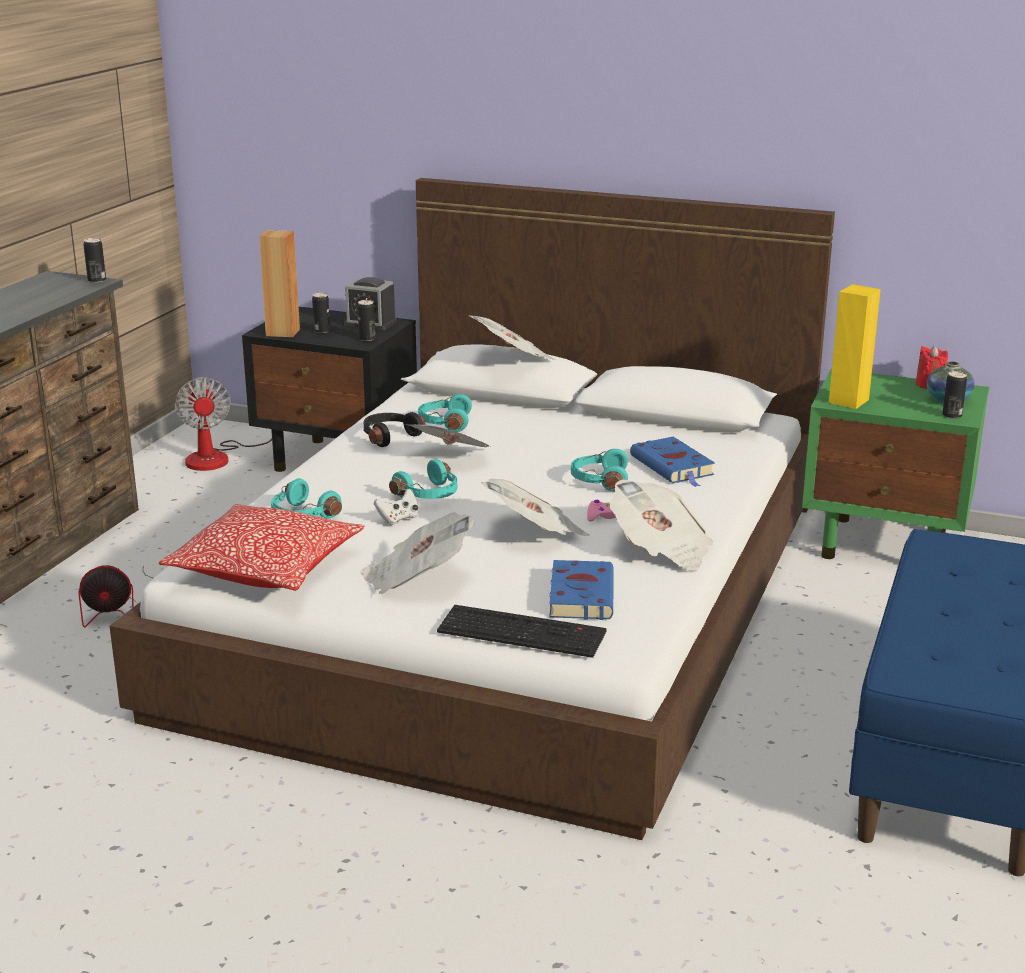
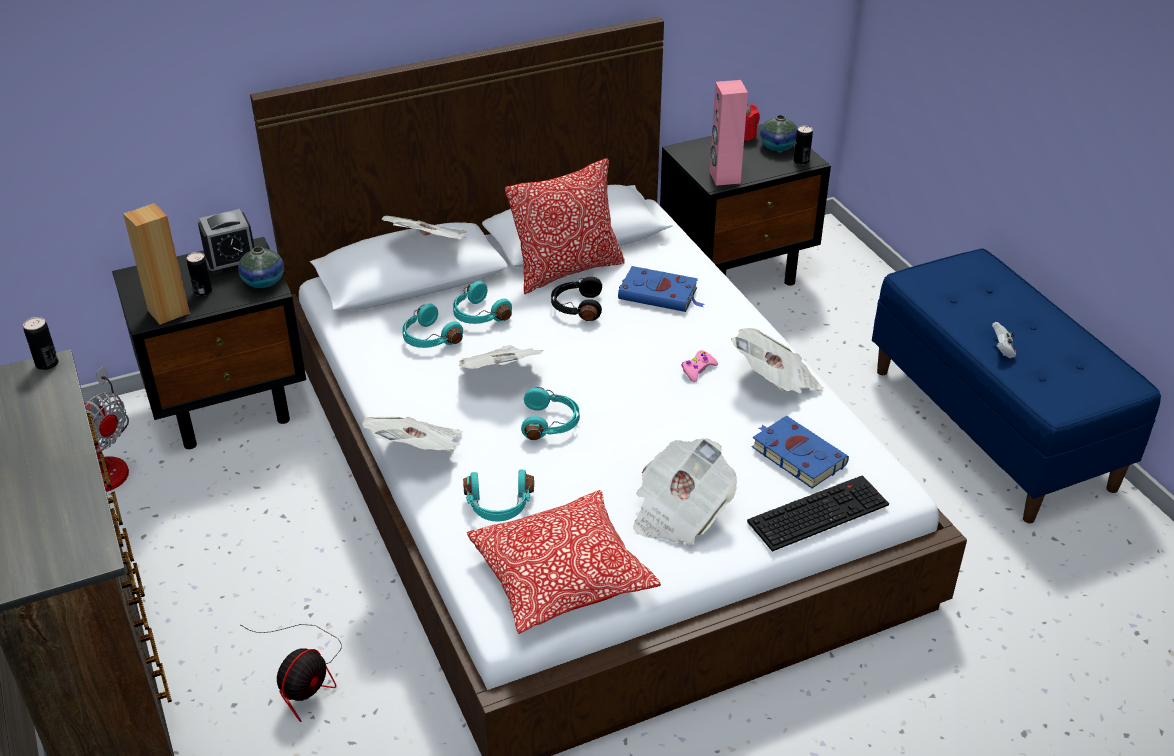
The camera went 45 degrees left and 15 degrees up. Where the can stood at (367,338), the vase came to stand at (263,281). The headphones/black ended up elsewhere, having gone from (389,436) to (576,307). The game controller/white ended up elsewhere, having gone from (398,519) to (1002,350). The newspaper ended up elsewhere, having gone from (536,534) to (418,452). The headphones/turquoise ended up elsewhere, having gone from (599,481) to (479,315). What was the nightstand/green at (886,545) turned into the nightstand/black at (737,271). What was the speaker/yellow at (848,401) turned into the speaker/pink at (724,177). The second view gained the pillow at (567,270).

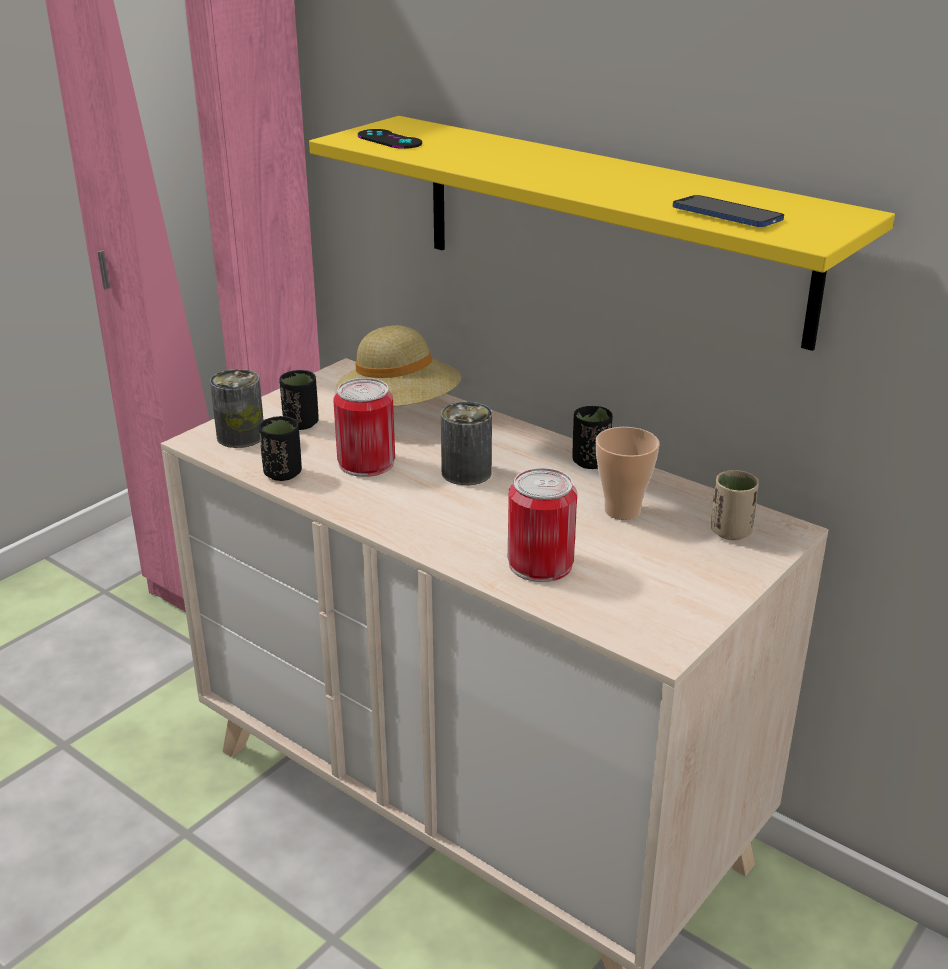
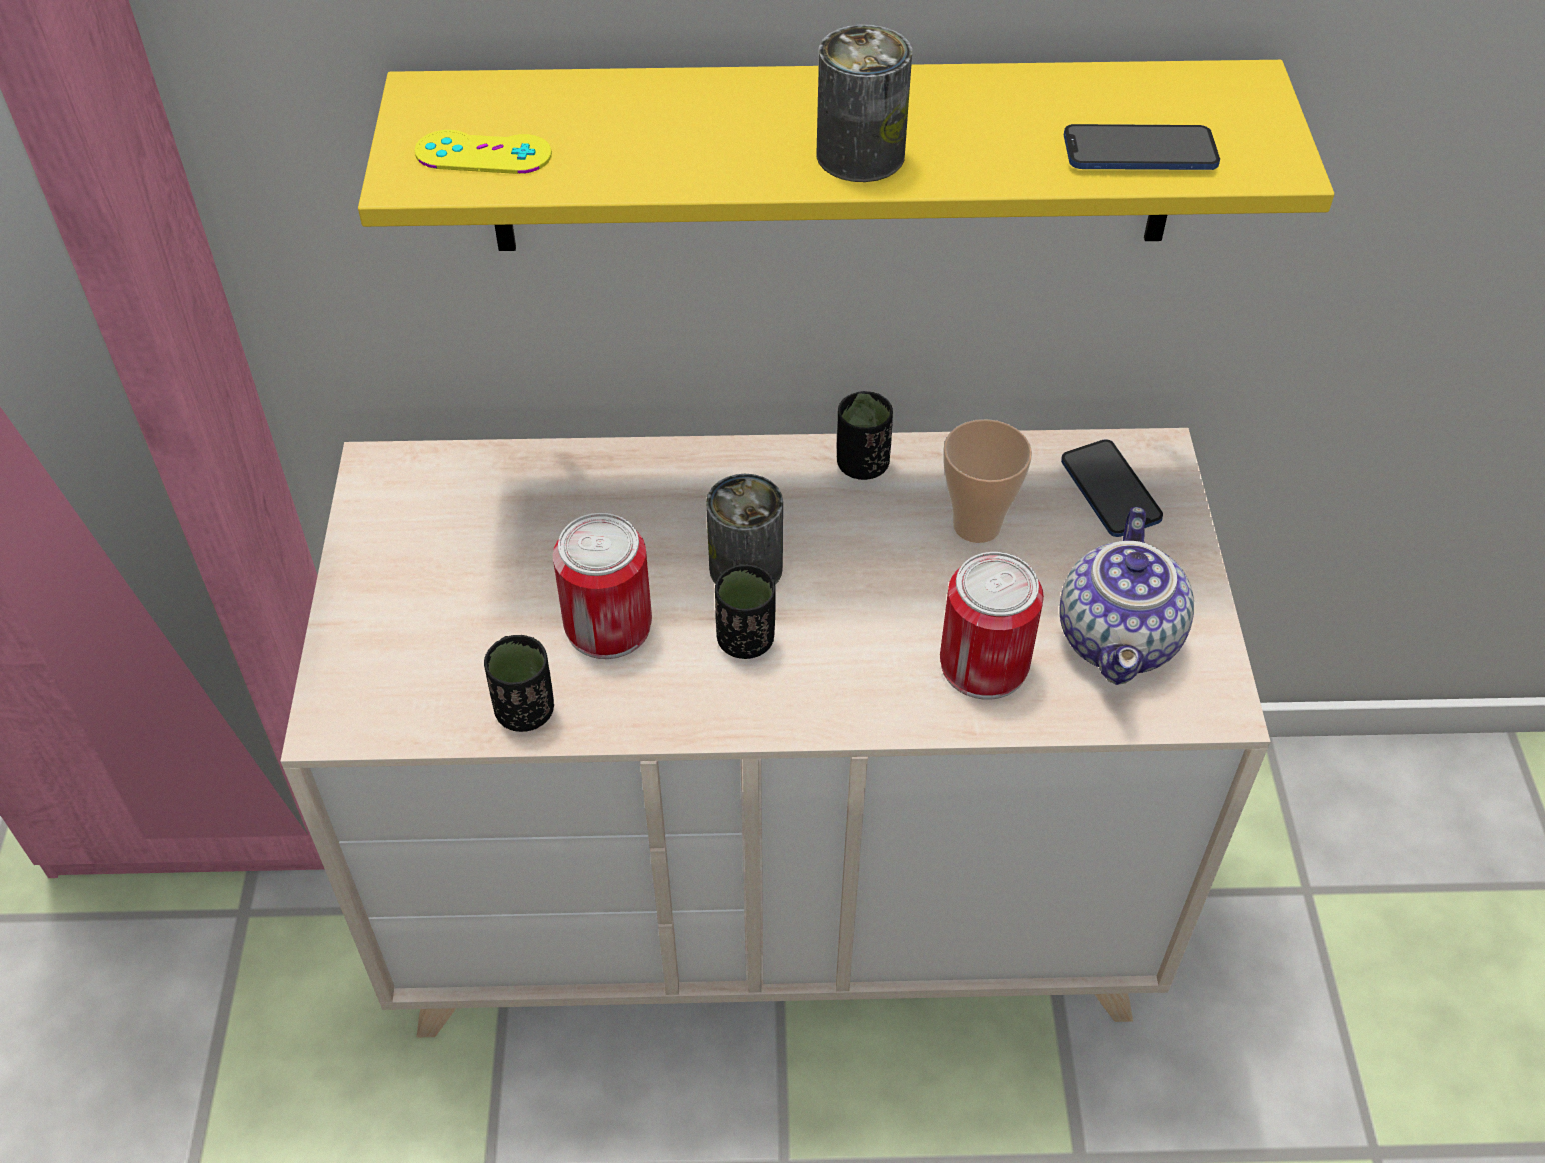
The camera went 40 degrees left and 20 degrees up. The can ended up elsewhere, having gone from (241,436) to (860,155). The cup/black ended up elsewhere, having gone from (301,424) to (745,640). The second view lost the hat/beige at (400,409). What was the game controller/black at (389,140) turned into the game controller/yellow at (483,153). Where the cup/beige stood at (730,532), the phone came to stand at (1110,490). The second view gained the teapot at (1121,641).

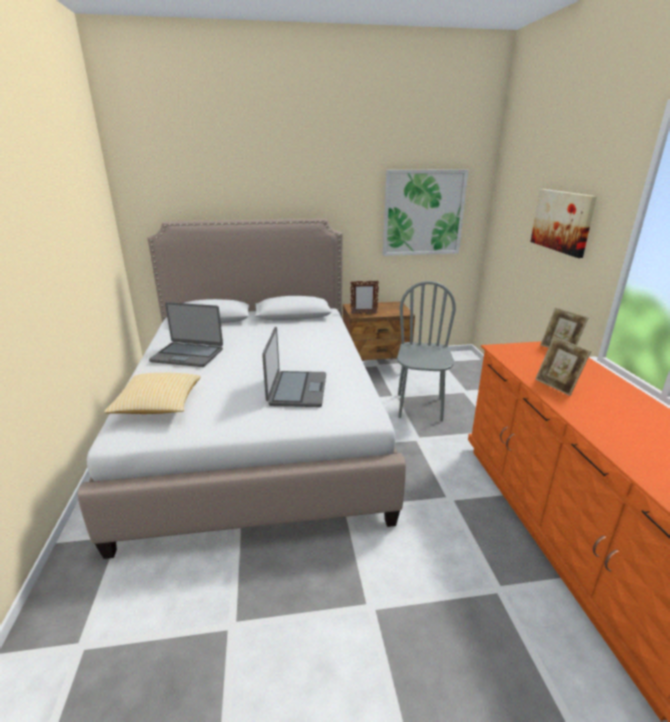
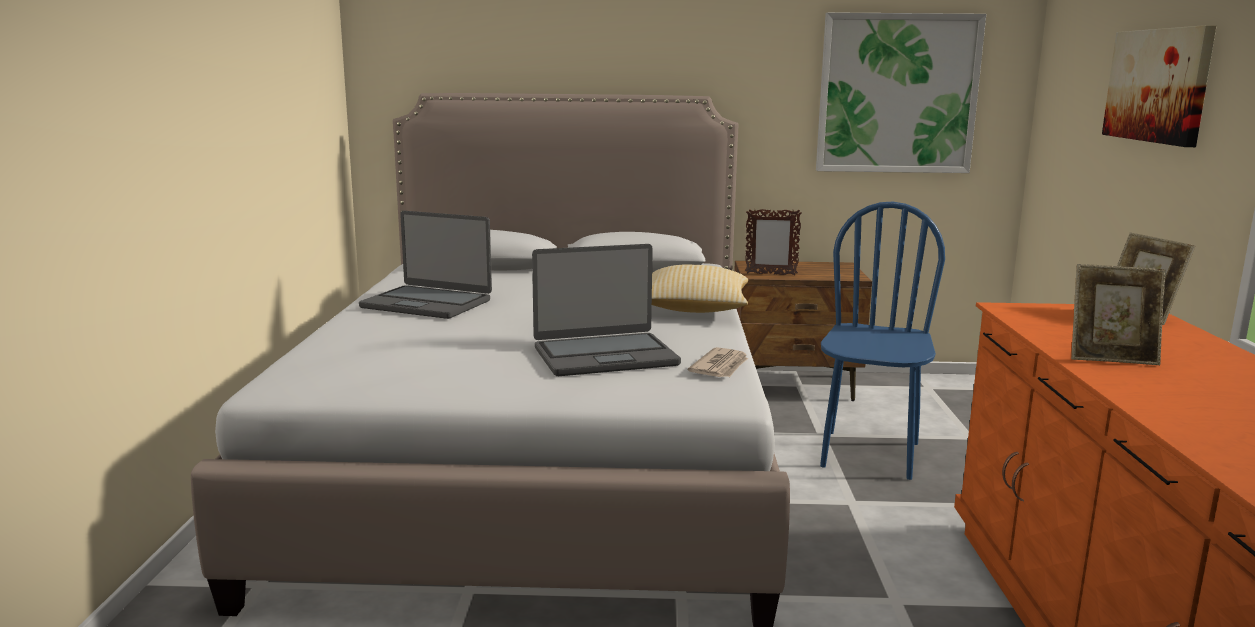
The camera went 10 degrees right and 10 degrees down. The pillow ended up elsewhere, having gone from (158,406) to (694,310). The laptop at (297,390) ended up facing another way, 60 degrees clockwise from before. What was the chair/grey at (420,407) turned into the chair/blue at (869,454). The picture frame at (557,386) ended up facing another way, 60 degrees counterclockwise from before. The second view gained the newspaper at (721,367).

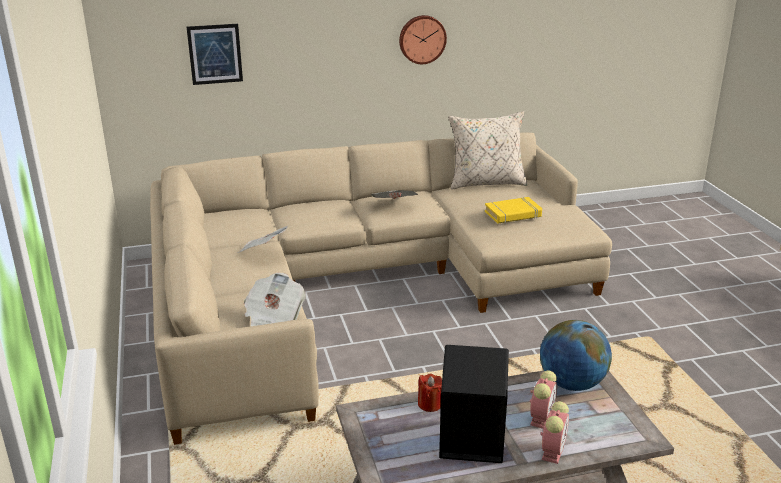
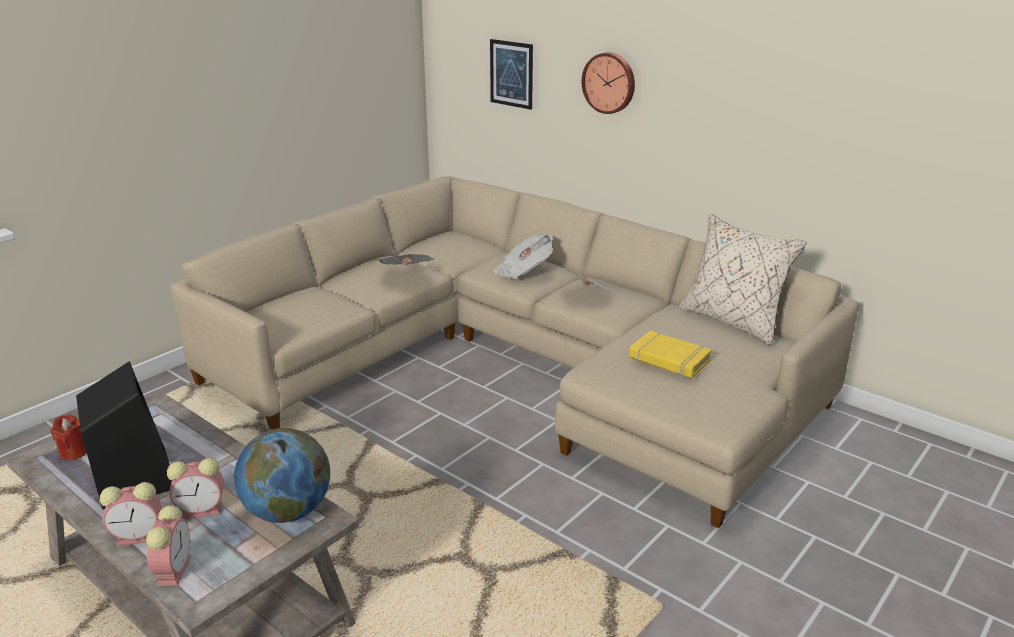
The camera went 55 degrees right and 0 degrees up. The newspaper ended up elsewhere, having gone from (273,320) to (523,271). The wall clock ended up elsewhere, having gone from (422,39) to (609,82). The candle/red ended up elsewhere, having gone from (430,404) to (74,452). The second view gained the alarm clock at (174,569).

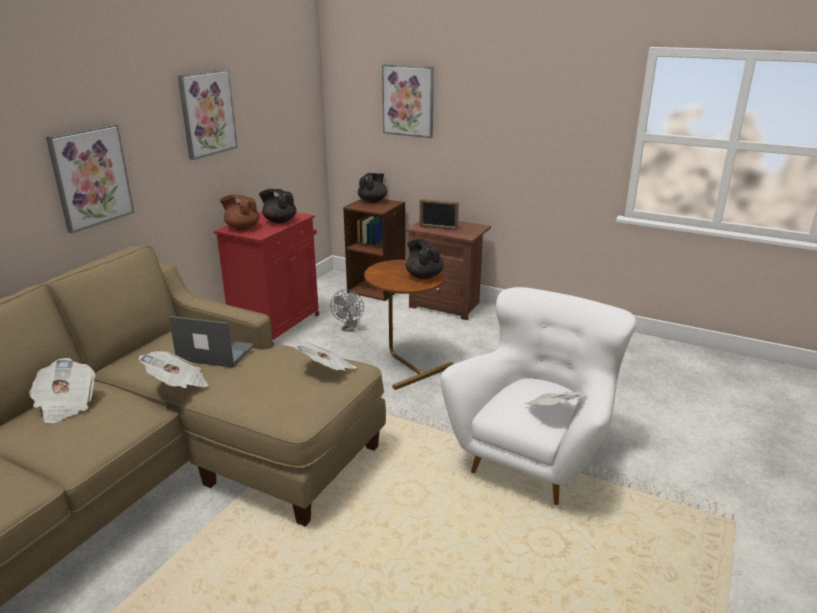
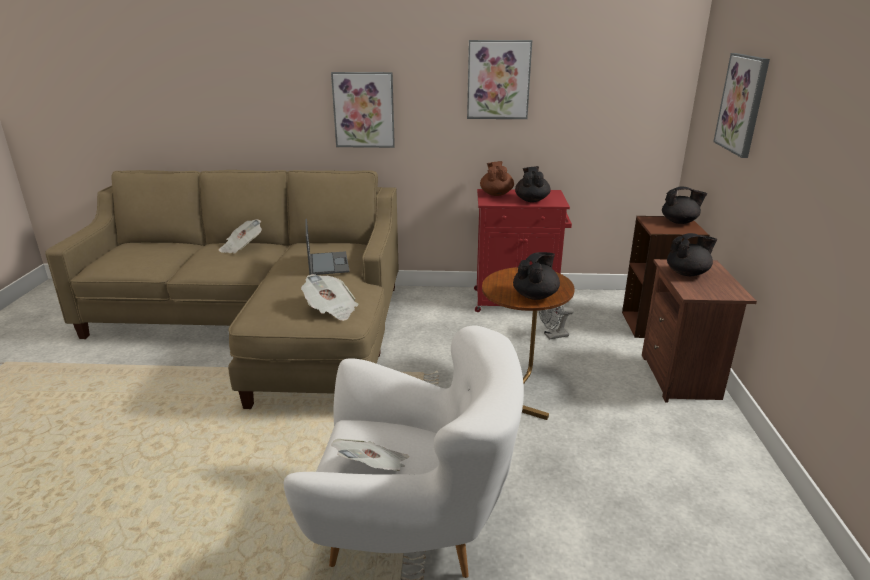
The camera went 65 degrees right and 0 degrees up. The second view lost the newspaper at (178,384). Where the picture frame stood at (438,228), the teapot/black came to stand at (687,273).

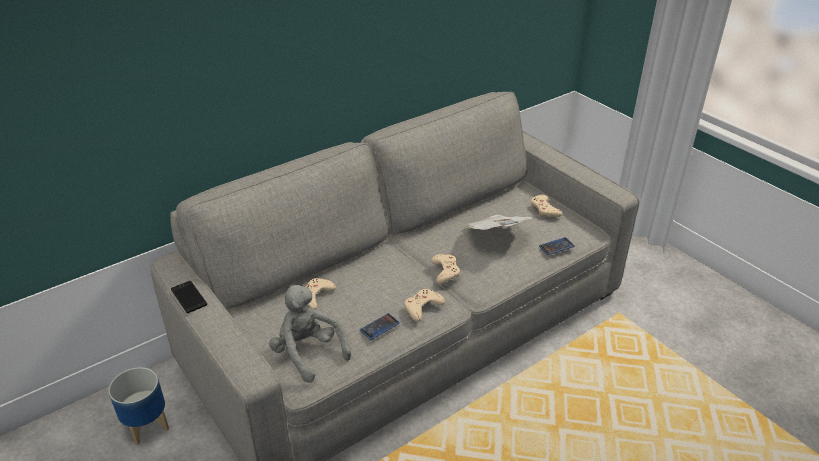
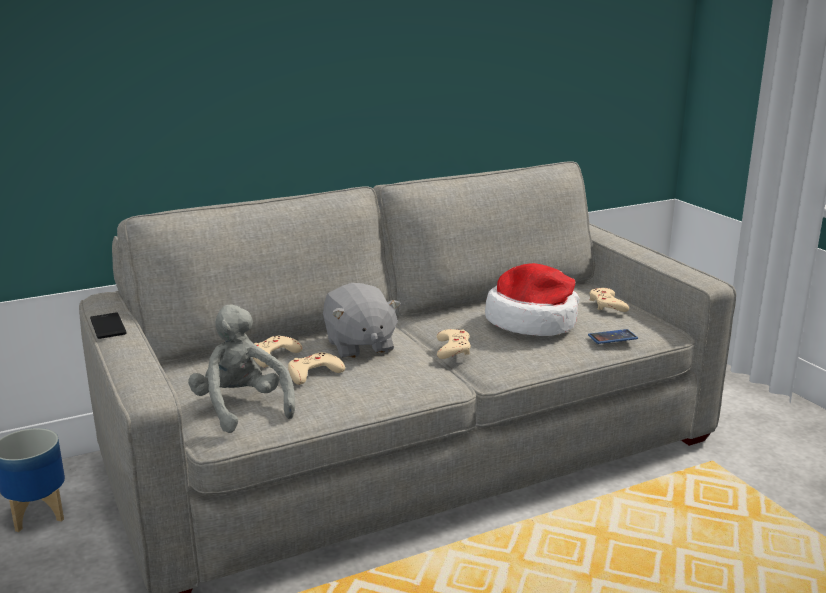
The camera went 10 degrees right and 15 degrees down. The second view lost the phone at (379,327). The game controller/beige ended up elsewhere, having gone from (422,307) to (313,373). Where the newspaper stood at (496,236), the hat came to stand at (533,321). The second view gained the plush toy/grey at (359,346).

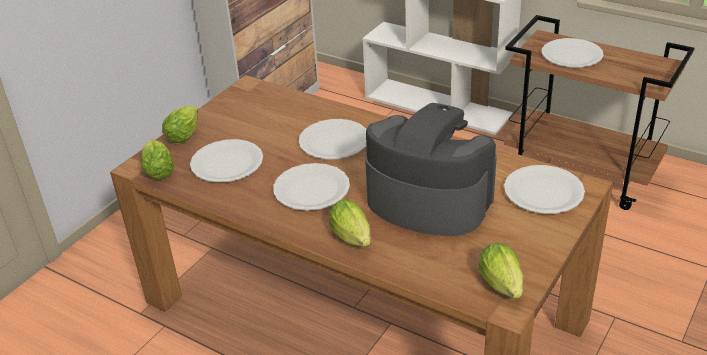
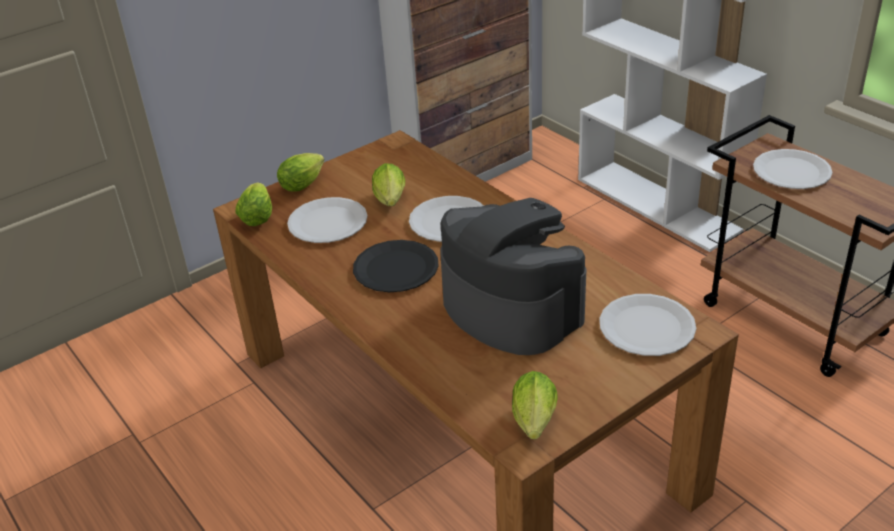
The camera went 20 degrees right and 0 degrees up. What was the plate/white at (312,189) turned into the plate/black at (396,268). The lettuce ended up elsewhere, having gone from (353,239) to (390,202).

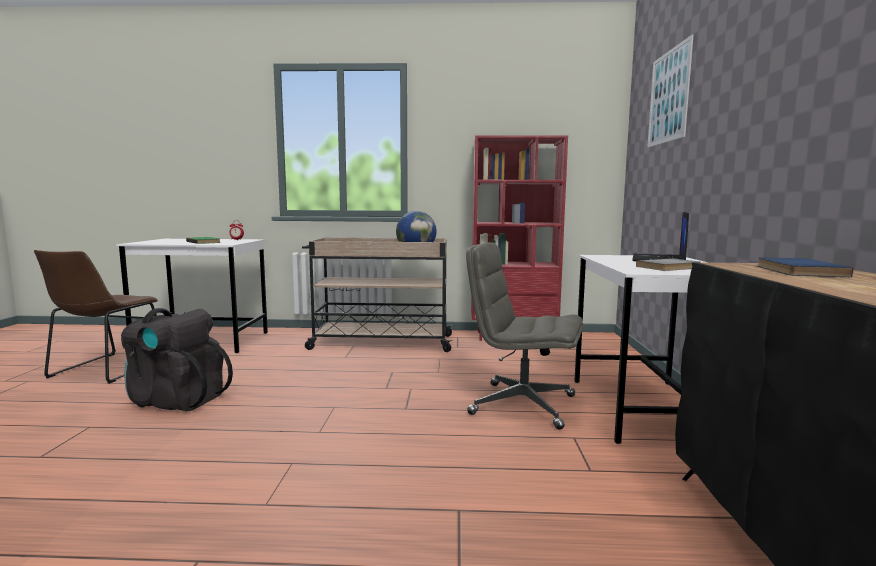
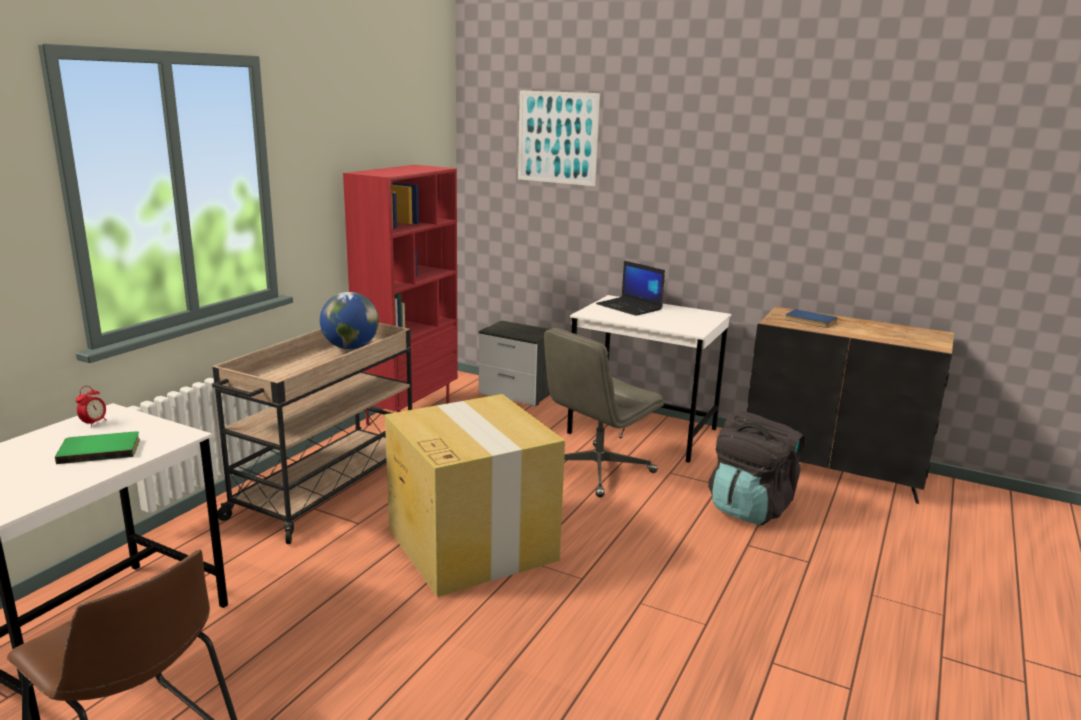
The camera went 65 degrees left and 10 degrees up. The backpack/black ended up elsewhere, having gone from (176,400) to (750,508). The second view lost the book/grey at (670,267). The second view gained the cardboard box at (471,543). The second view gained the nightstand at (517,394).

